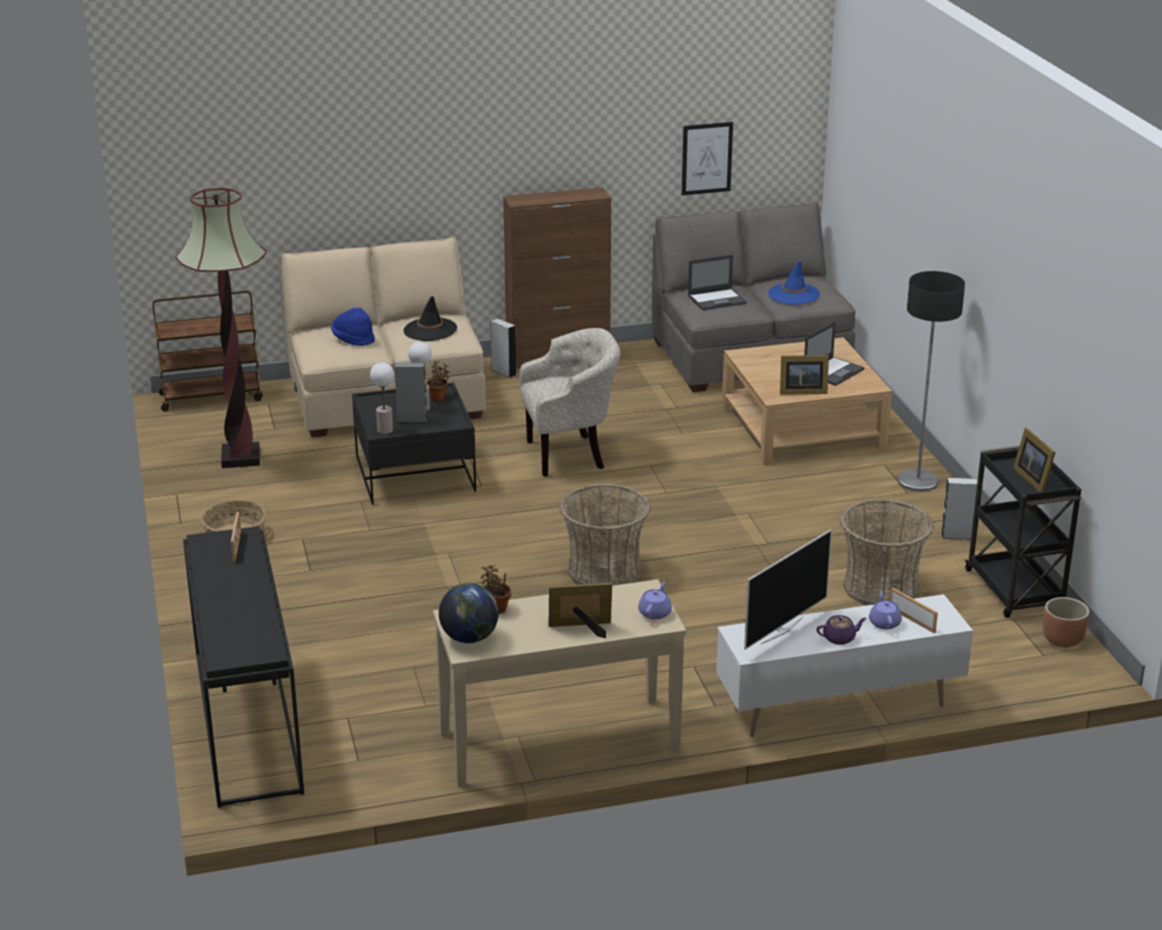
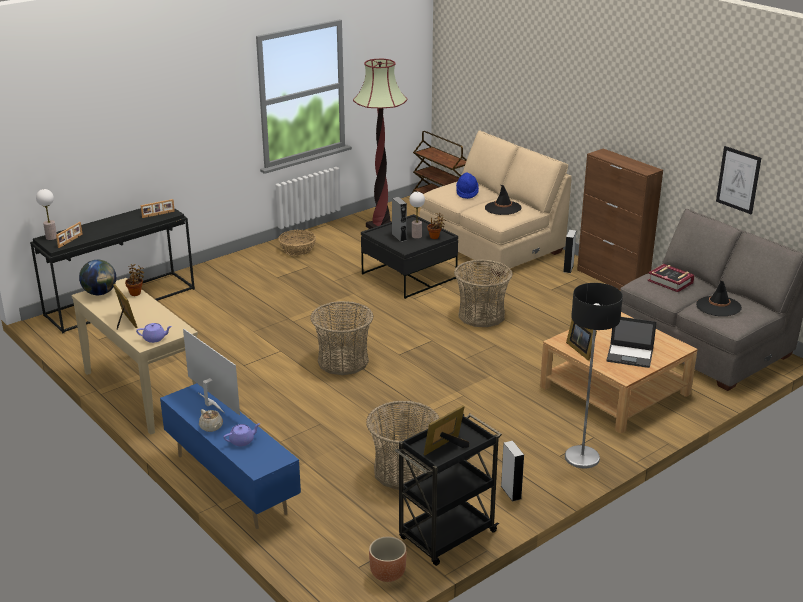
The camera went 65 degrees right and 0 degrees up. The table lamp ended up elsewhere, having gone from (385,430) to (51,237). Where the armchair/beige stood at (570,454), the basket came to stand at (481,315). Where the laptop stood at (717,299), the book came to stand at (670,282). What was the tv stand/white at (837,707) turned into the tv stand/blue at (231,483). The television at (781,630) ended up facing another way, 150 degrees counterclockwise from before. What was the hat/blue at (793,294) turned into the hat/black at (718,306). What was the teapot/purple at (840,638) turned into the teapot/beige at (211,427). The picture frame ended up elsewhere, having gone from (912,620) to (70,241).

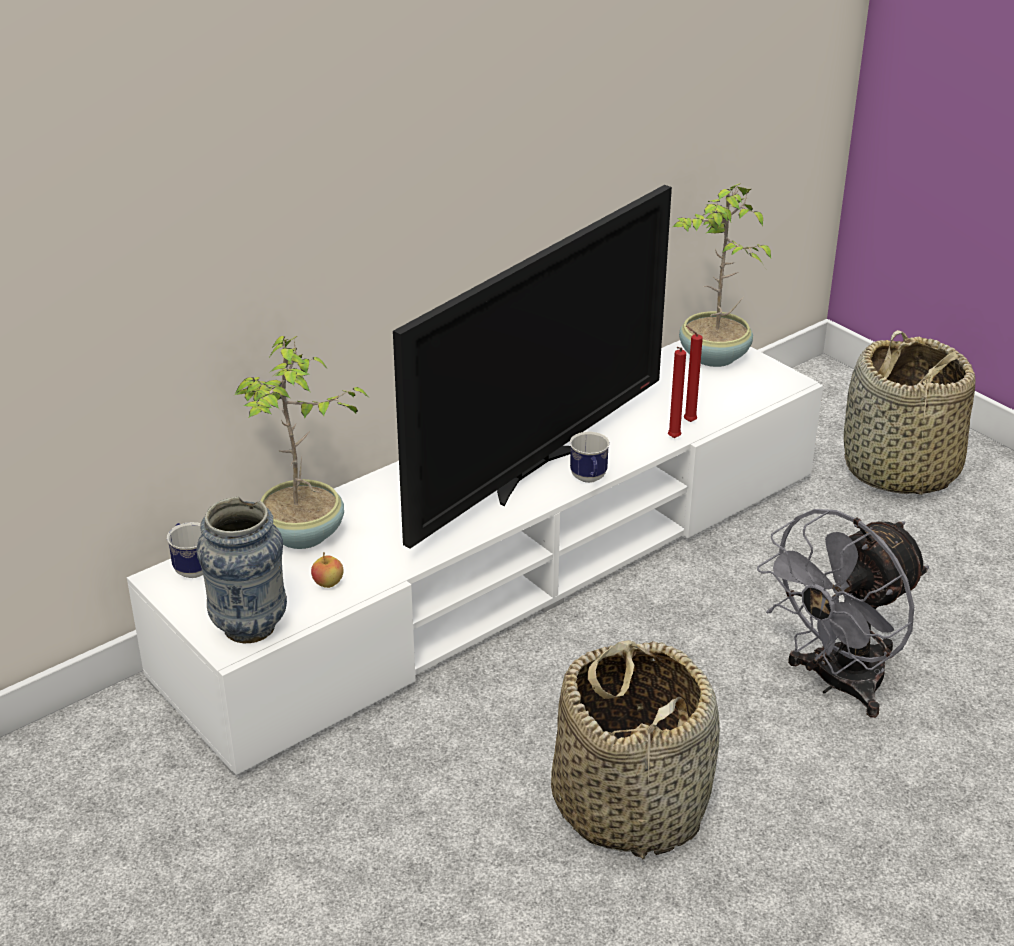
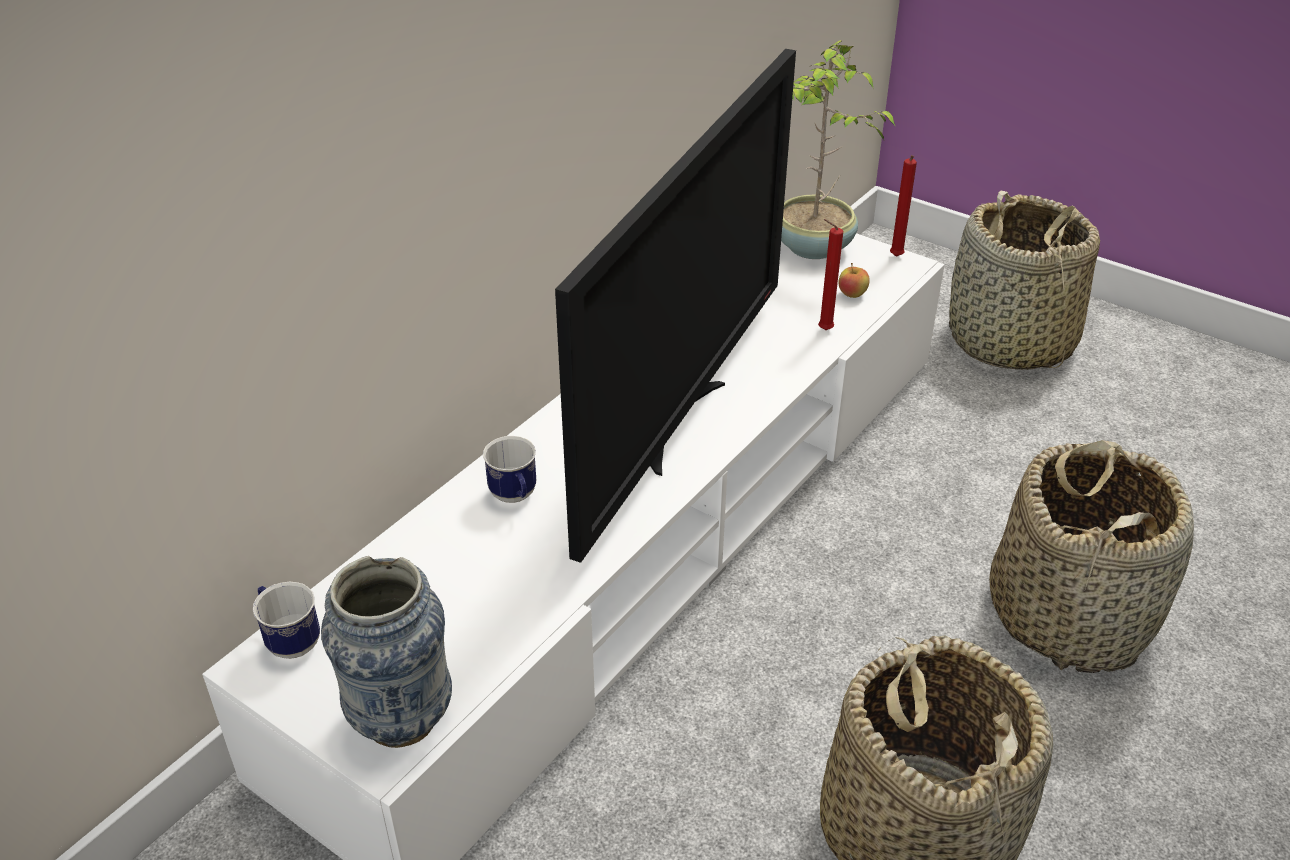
The camera went 15 degrees left and 5 degrees up. The second view lost the potted plant at (303,536). The apple ended up elsewhere, having gone from (328,583) to (852,294). The mug ended up elsewhere, having gone from (589,479) to (515,497). The candle/red ended up elsewhere, having gone from (673,439) to (896,257). Where the fan/grey stood at (837,684), the basket came to stand at (1070,614).

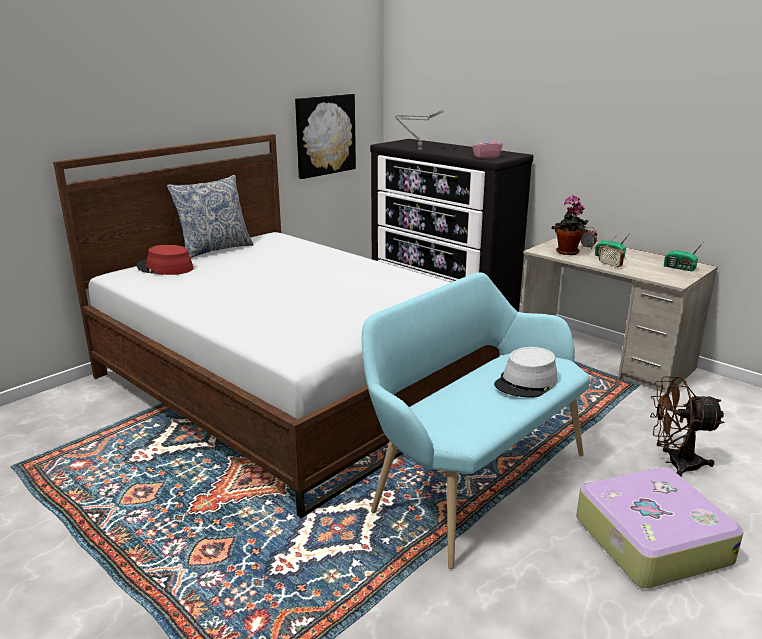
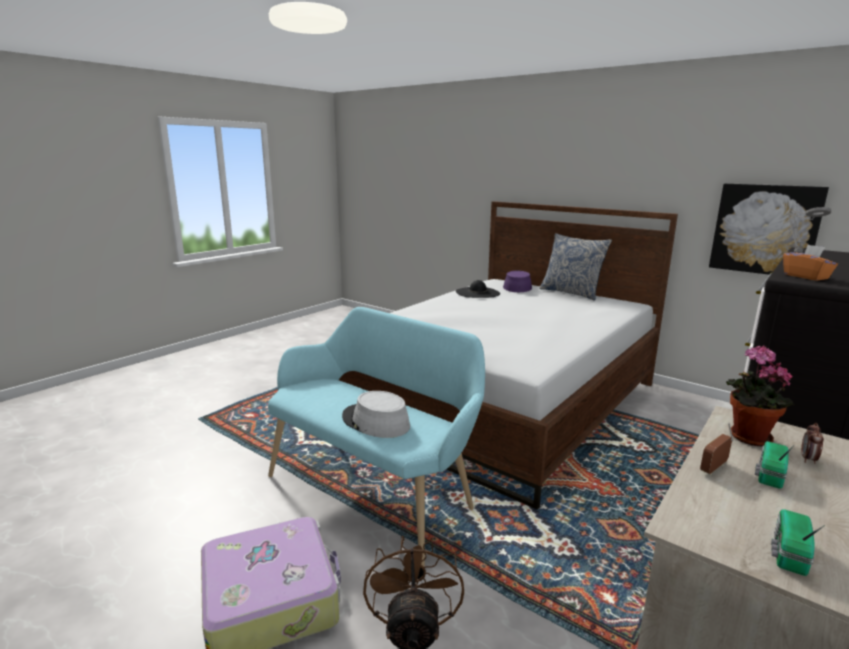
The camera went 85 degrees right and 5 degrees down. What was the hat/red at (165,268) turned into the hat/purple at (517,287). What was the tissue box/pink at (486,157) turned into the tissue box/orange at (806,276). The second view gained the hat/black at (477,292).

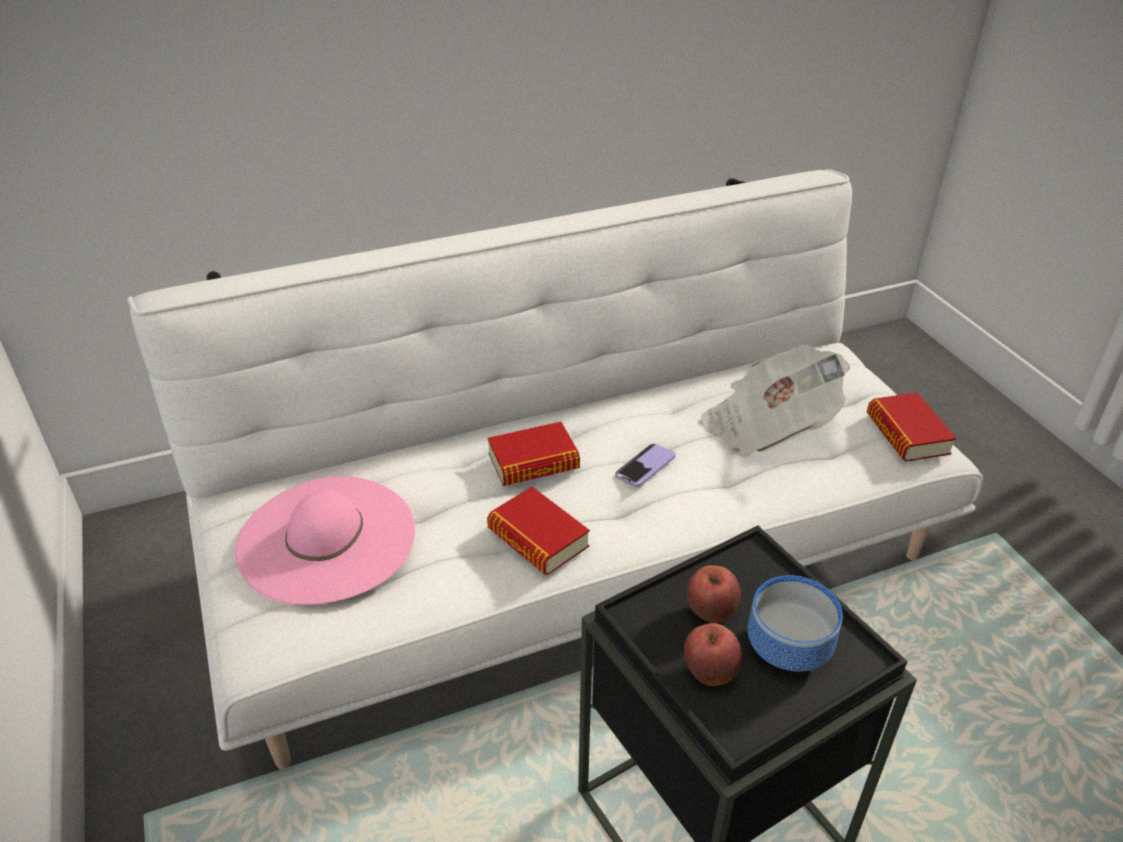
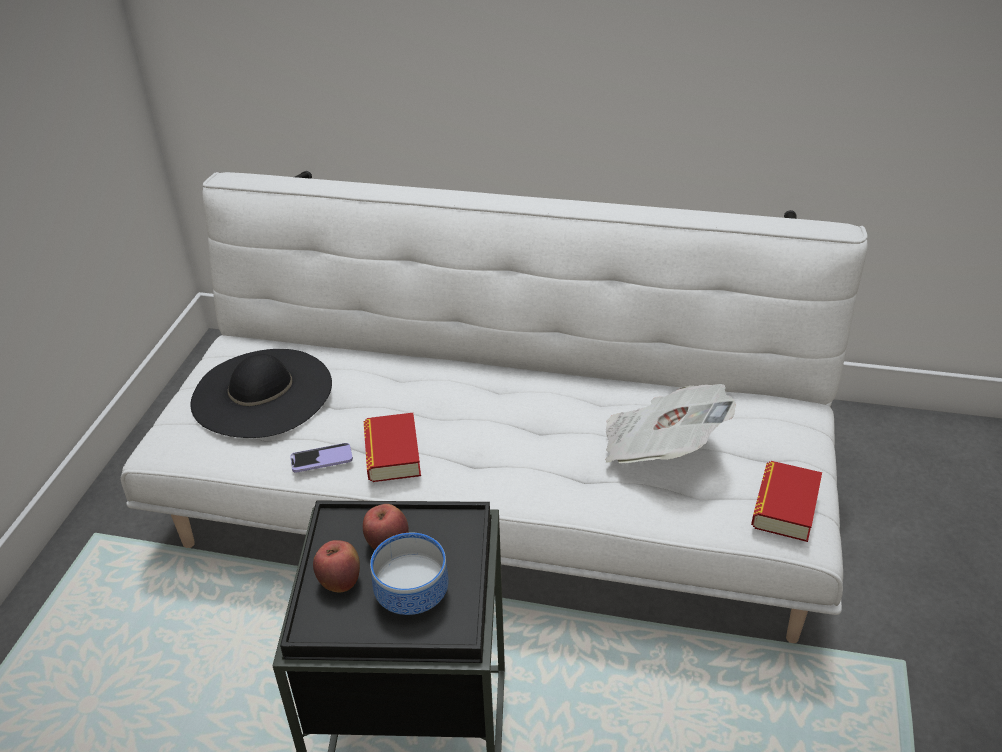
The camera went 35 degrees right and 0 degrees up. What was the hat/pink at (327,538) turned into the hat/black at (262,393). The second view lost the book at (533,462). The phone ended up elsewhere, having gone from (645,467) to (321,459).

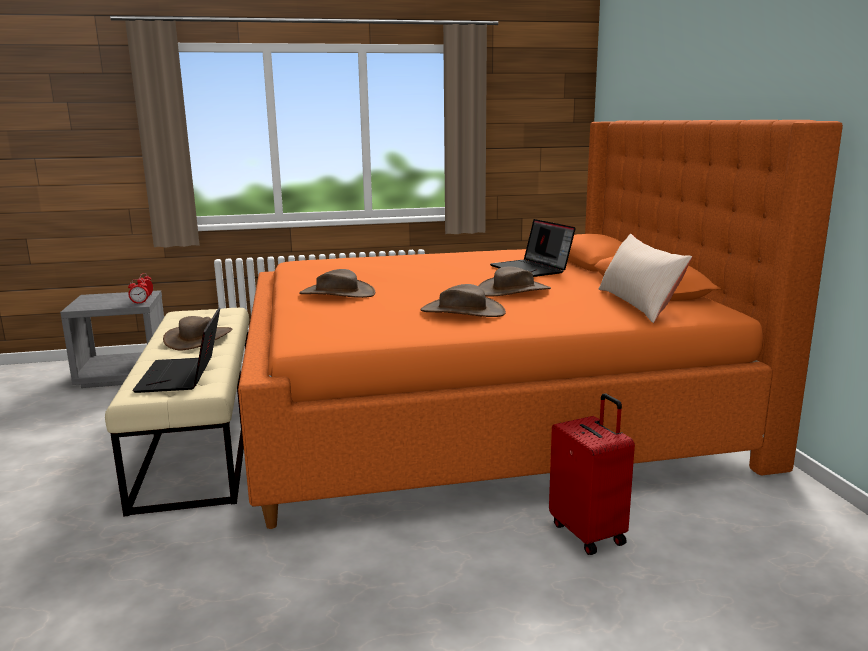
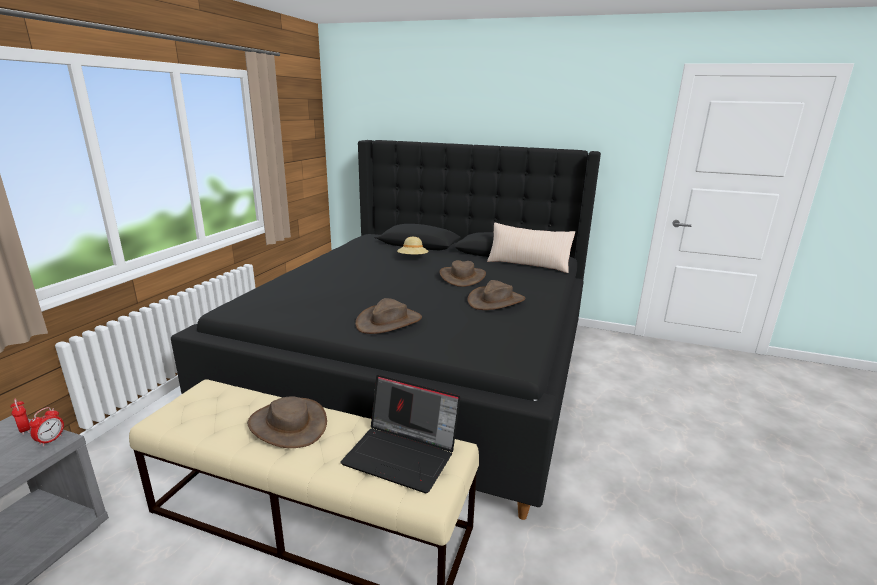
The camera went 60 degrees left and 5 degrees up. What was the bed/orange at (482,409) turned into the bed/black at (424,368). Where the laptop stood at (532,269), the hat/beige came to stand at (412,258). The second view lost the suitcase/red at (589,533).

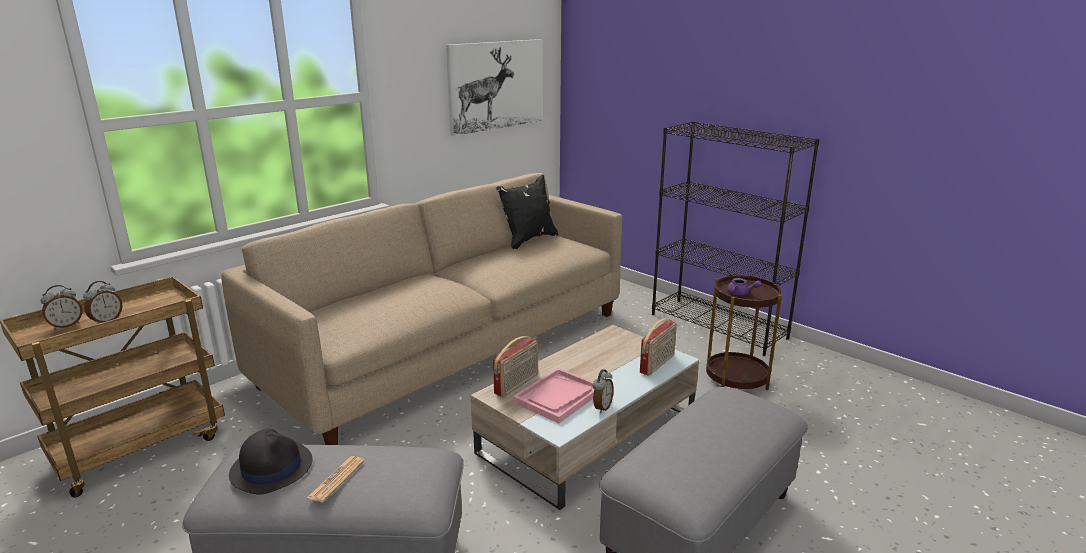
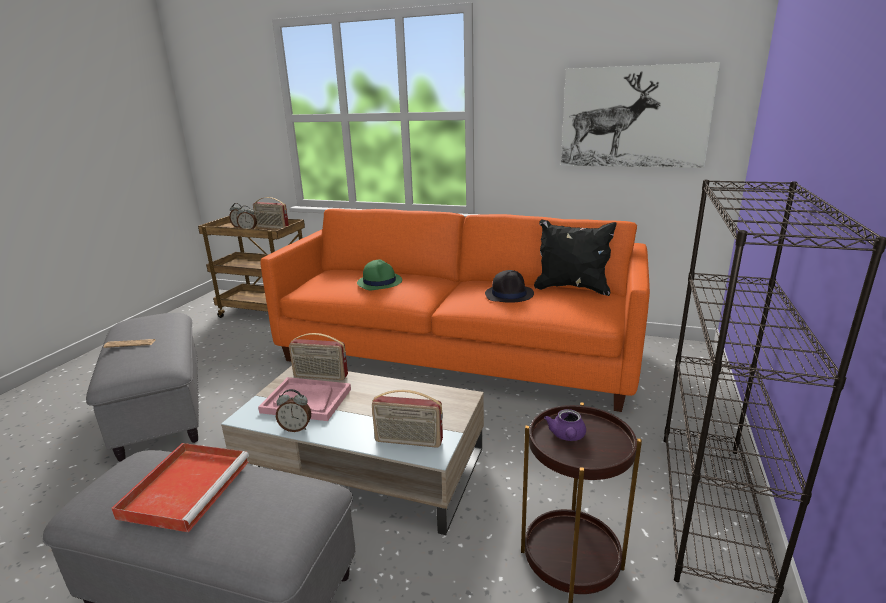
The camera went 65 degrees right and 0 degrees up. What was the sofa/beige at (451,348) turned into the sofa/orange at (456,353). The hat/black ended up elsewhere, having gone from (271,467) to (509,294). The second view gained the tray/red at (187,487). The second view gained the radio at (272,228). The second view gained the hat/green at (379,282).

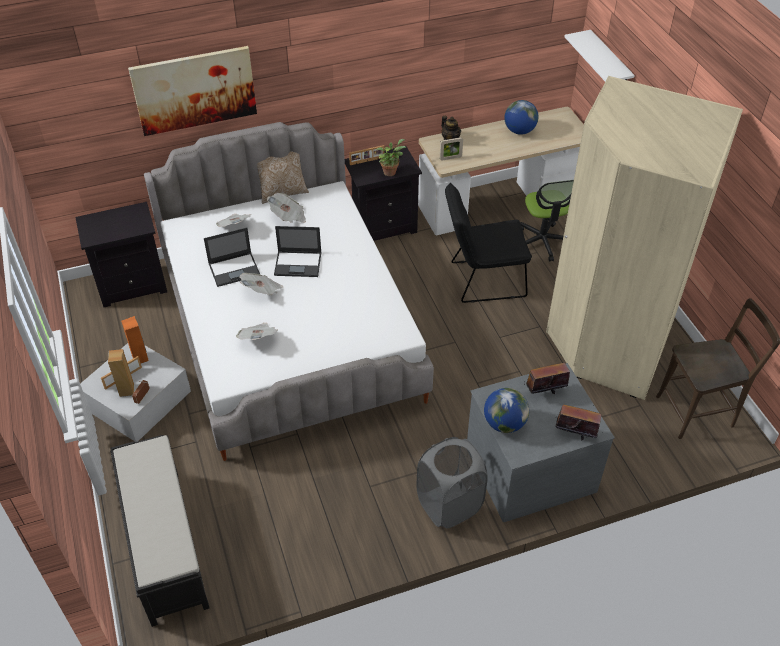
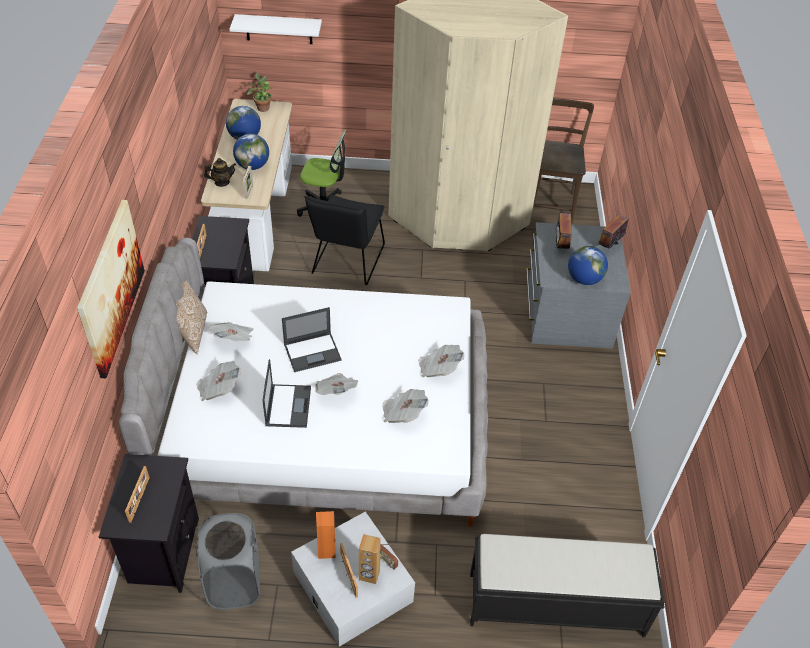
The camera went 70 degrees left and 0 degrees up. The laptop at (298,264) ended up facing another way, 45 degrees clockwise from before. The potted plant ended up elsewhere, having gone from (390,171) to (262,107). The laundry basket/grey ended up elsewhere, having gone from (449,504) to (234,582). The second view gained the picture frame at (140,499). The second view gained the globe at (252,166). The second view gained the newspaper at (439,368).

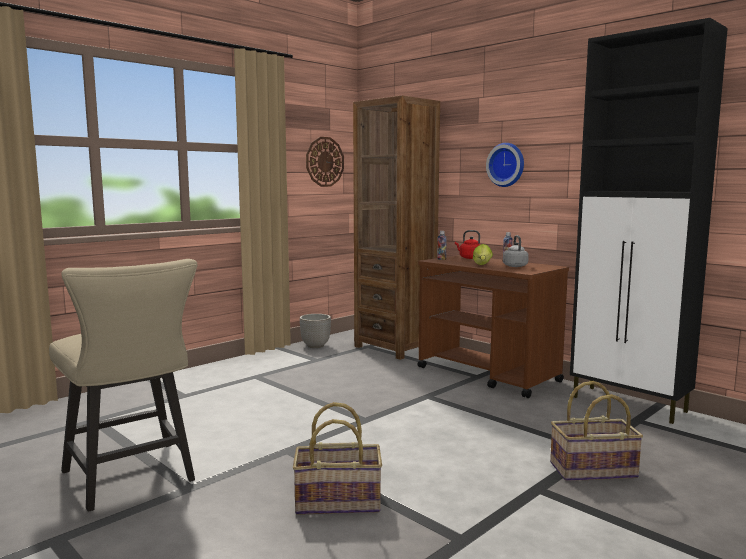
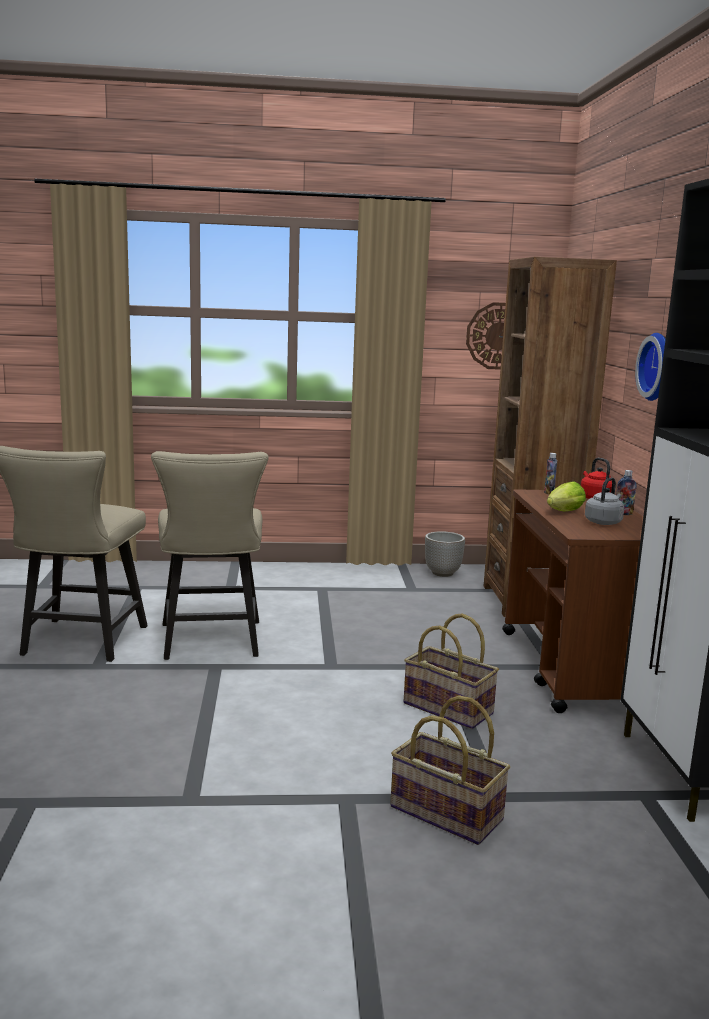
The camera went 40 degrees right and 5 degrees up. The basket ended up elsewhere, having gone from (338,501) to (449,708). The second view gained the chair/beige at (211,643).

